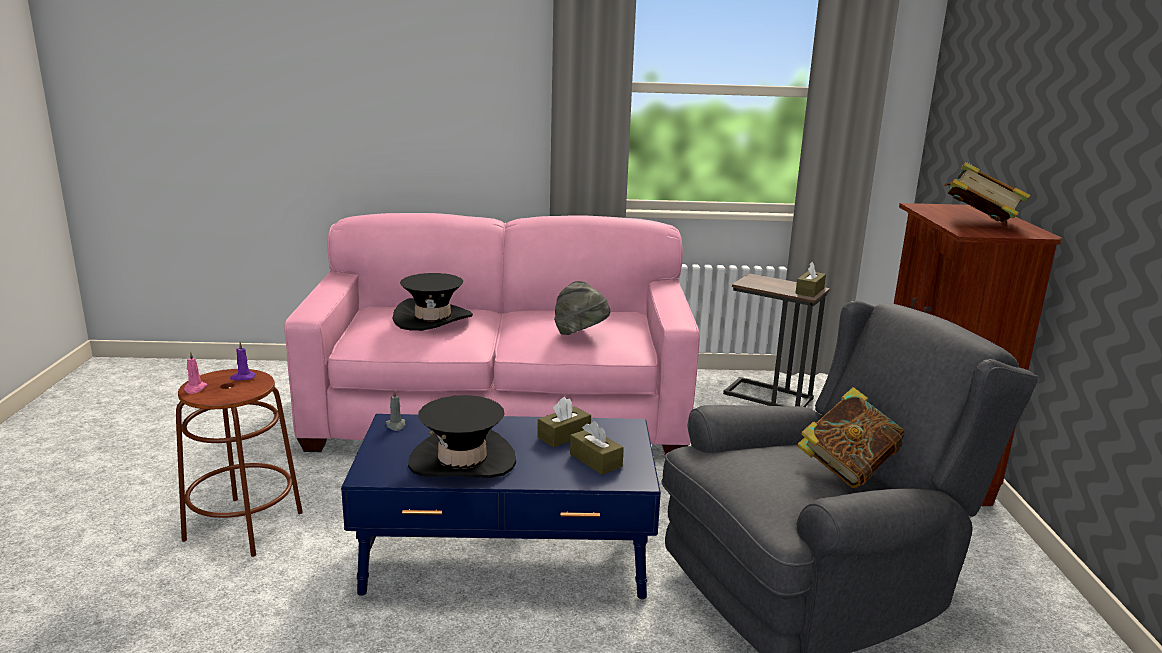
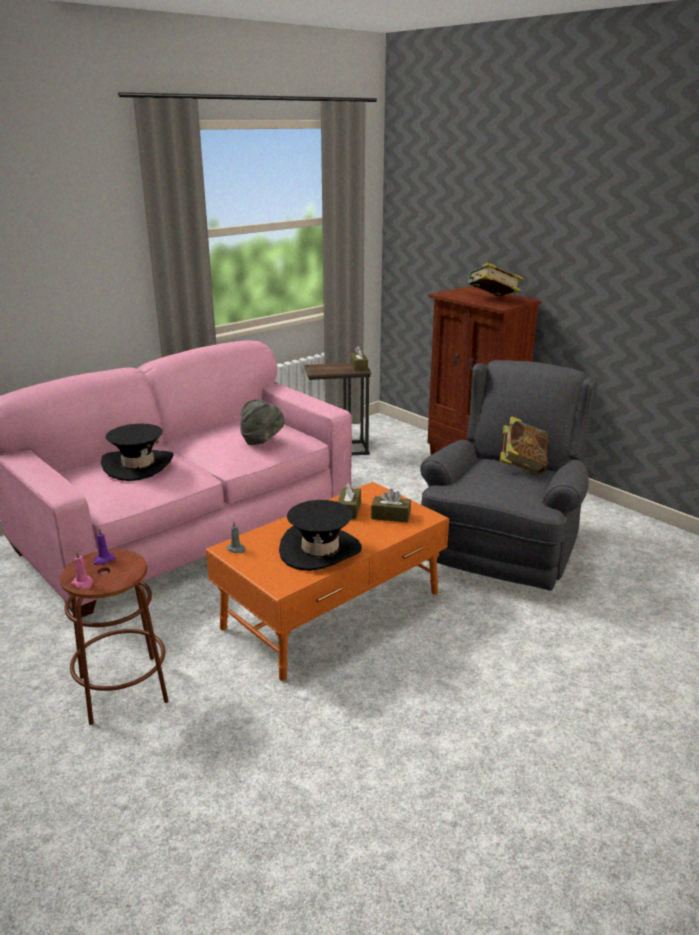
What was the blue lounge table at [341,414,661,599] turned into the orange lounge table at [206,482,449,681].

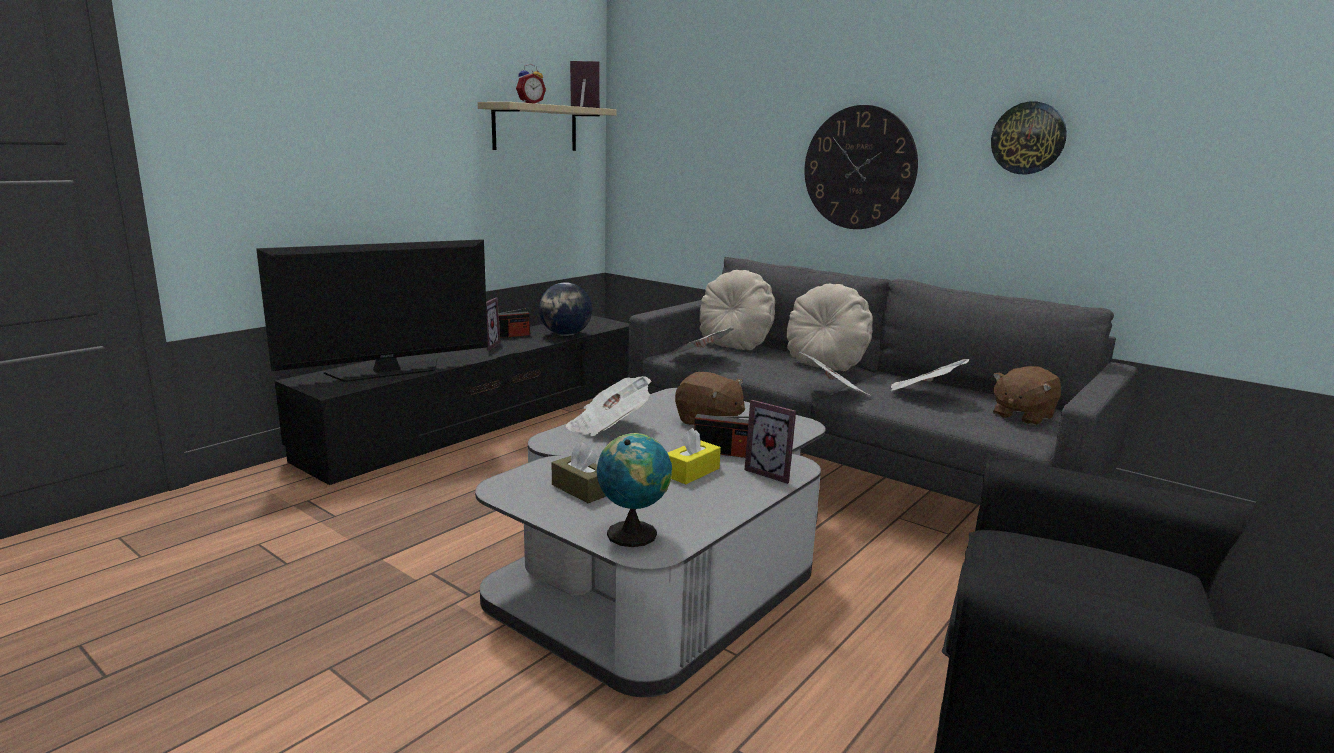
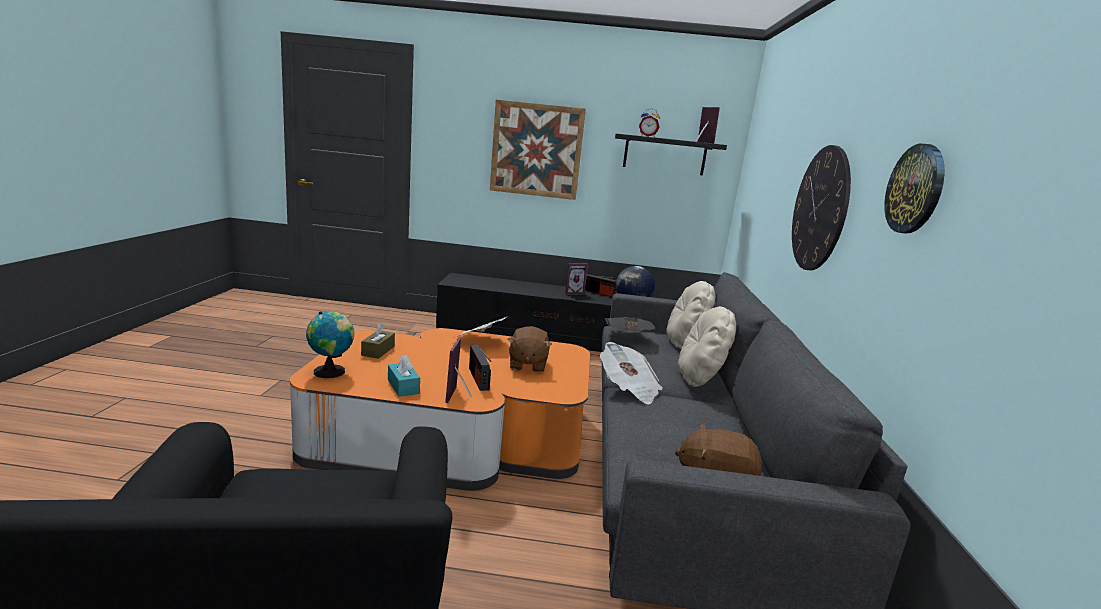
What was the beige-coloured bracket shelf at [478,102,617,151] turned into the blackish bracket shelf at [615,134,727,176].
The second view lost the TV at [256,239,488,382].
The second view lost the daily paper at [891,359,969,391].
What was the greyish lounge table at [475,388,826,697] turned into the orange lounge table at [290,328,590,491].
The second view lost the yellowish tissue box at [668,428,721,484].
The second view gained the wall art at [490,100,586,200].
The second view gained the blue-green tissue box at [388,355,420,397].

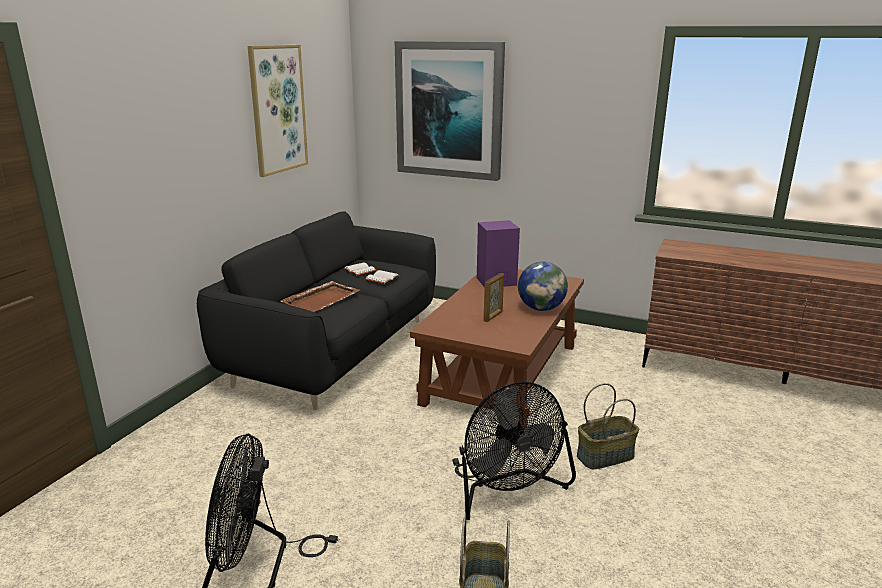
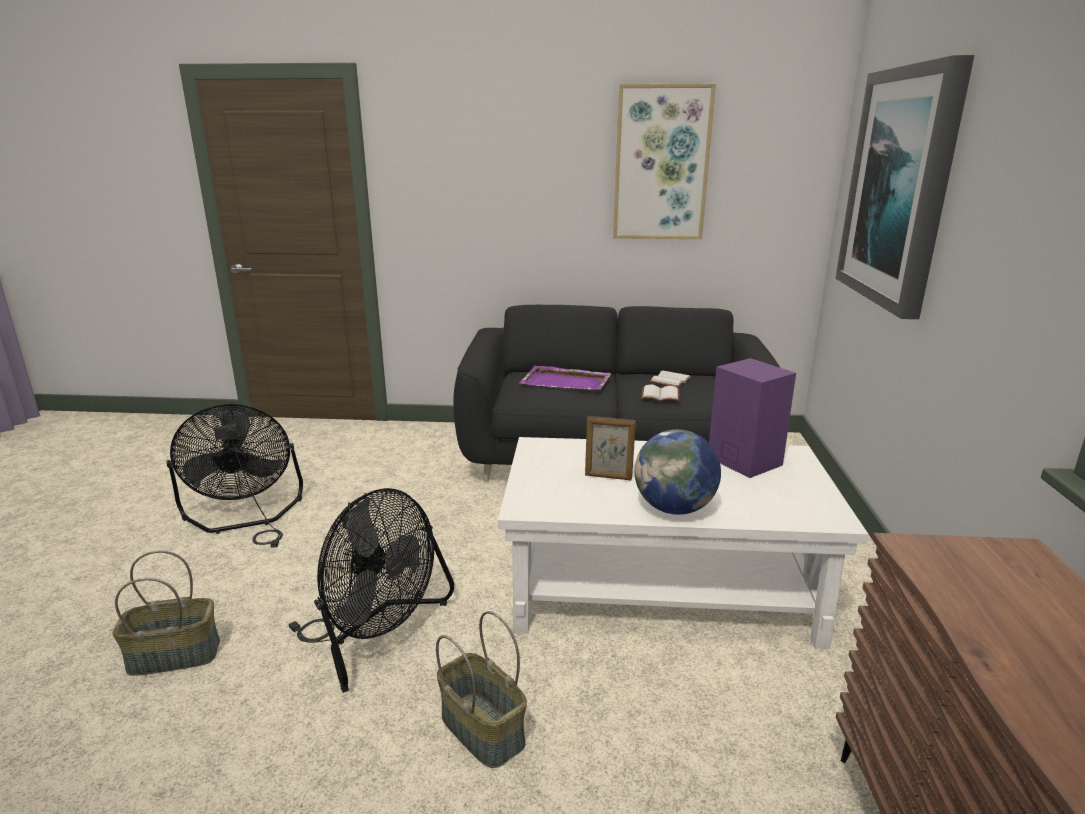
What was the brownish lounge table at [410,269,584,429] turned into the white-coloured lounge table at [498,437,869,649].
What was the brownish tray at [280,281,360,312] turned into the purplish tray at [519,366,611,390].
The blackish cooling fan at [453,382,576,520] ended up facing another way, 105 degrees counterclockwise from before.

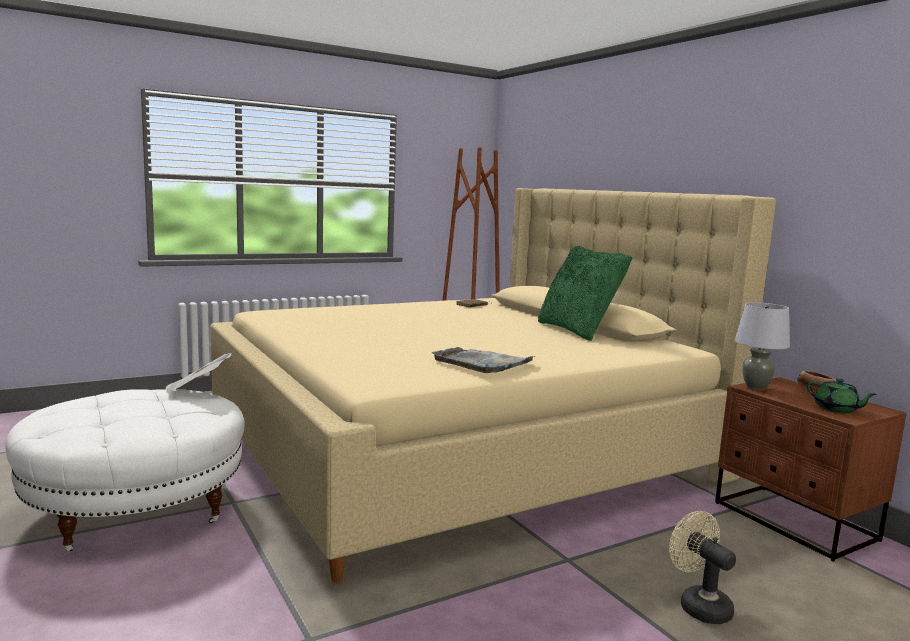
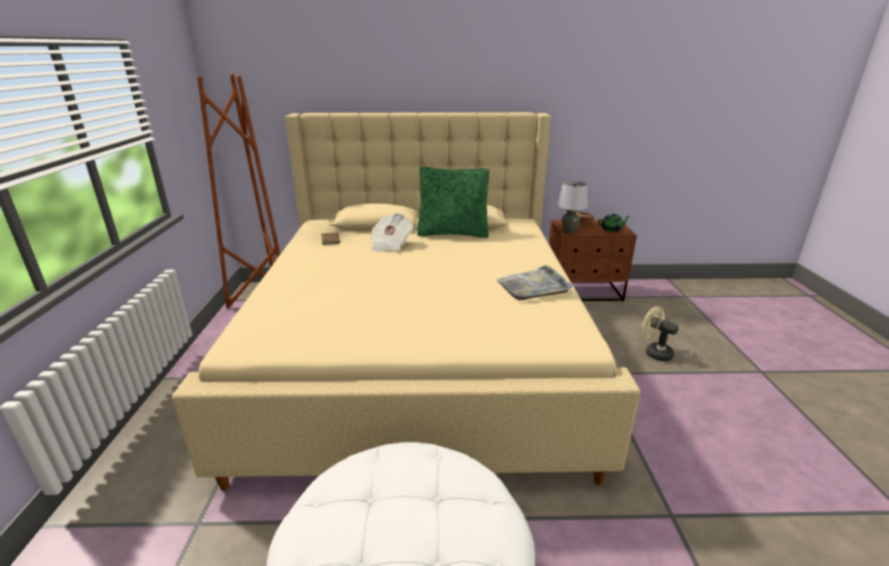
The daily paper ended up elsewhere, having gone from [166,353,232,393] to [370,213,414,252].
The beige-coloured cooling fan at [669,511,736,624] ended up facing another way, 45 degrees clockwise from before.

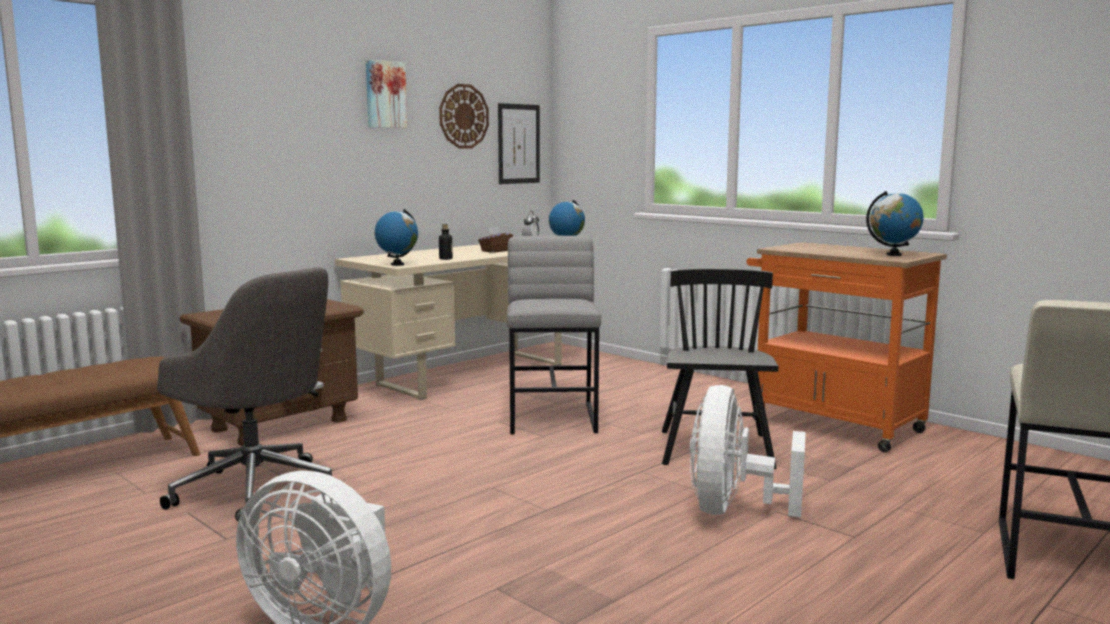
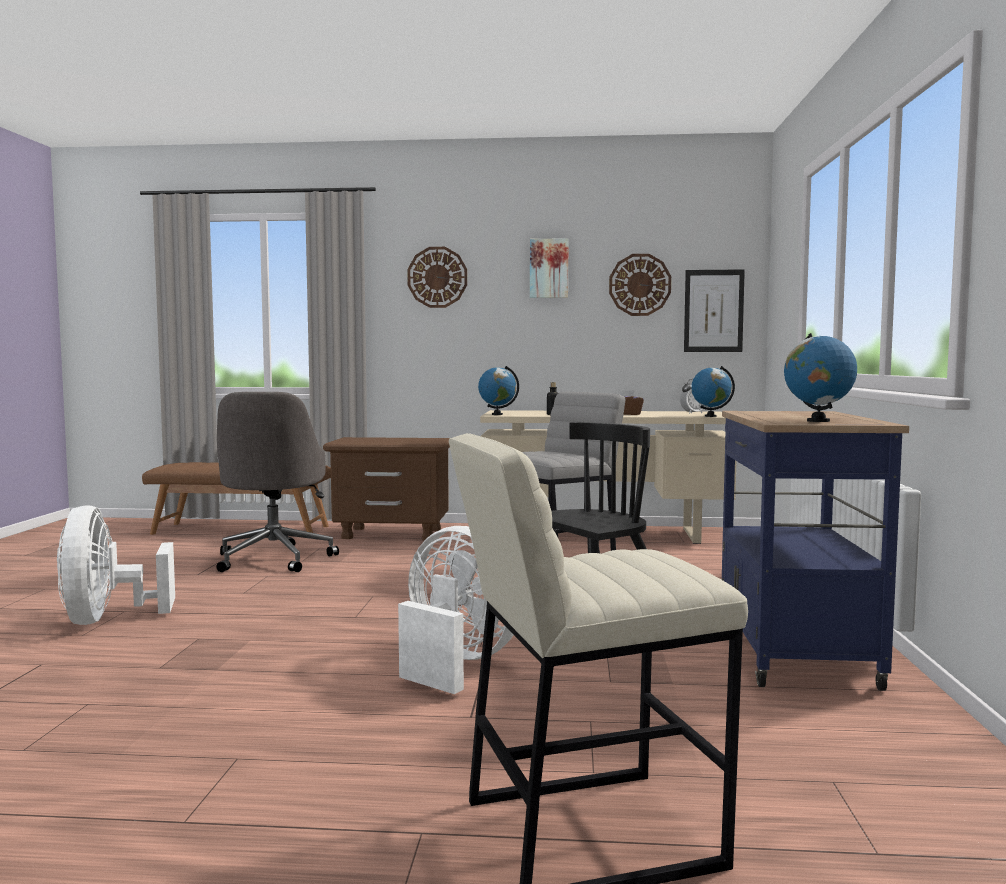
What was the orange wheeled cart at [746,242,947,452] turned into the blue wheeled cart at [722,411,909,691].
The white-coloured cooling fan at [690,385,806,517] ended up facing another way, 60 degrees clockwise from before.
The second view gained the hanging clock at [407,247,467,308].

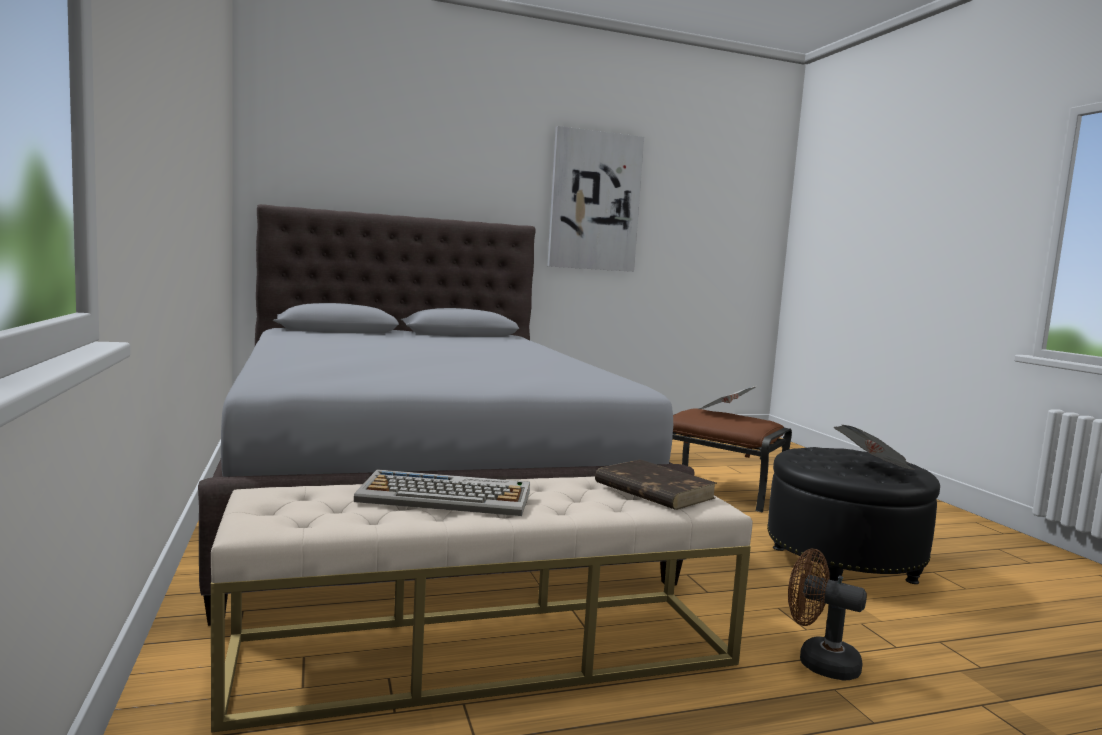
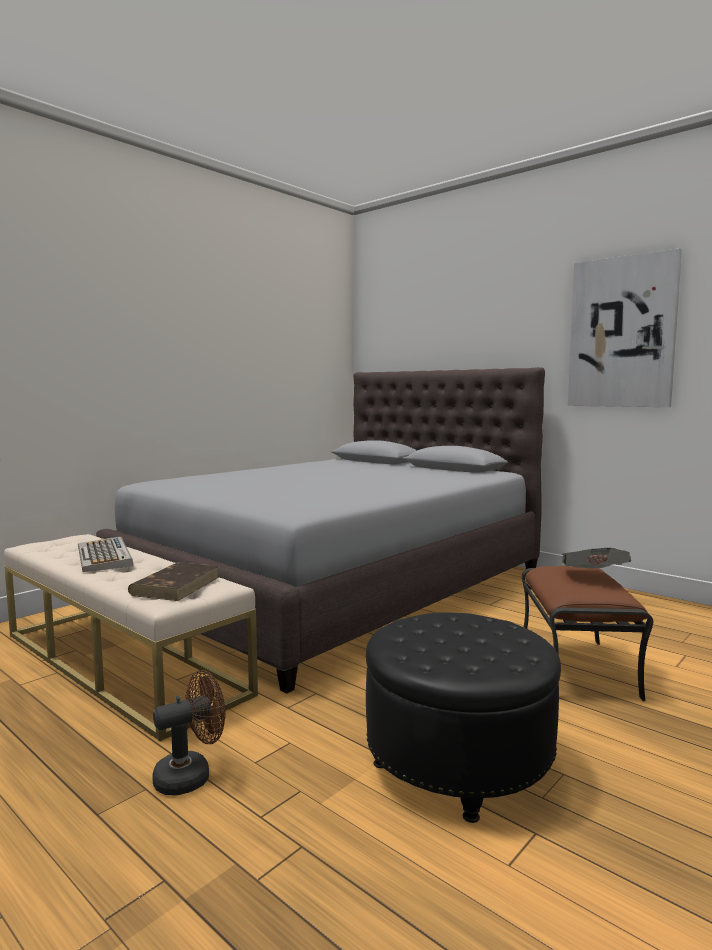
The second view lost the daily paper at [834,425,914,469].
The brownish cooling fan at [788,549,867,681] ended up facing another way, 60 degrees clockwise from before.

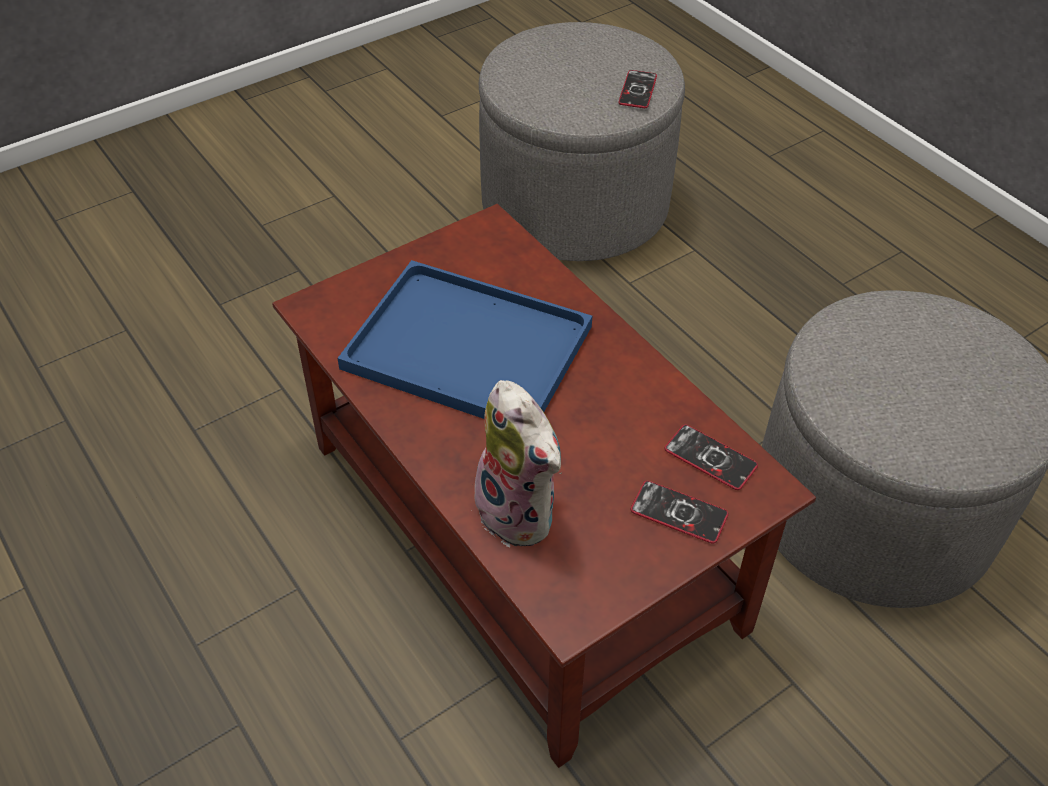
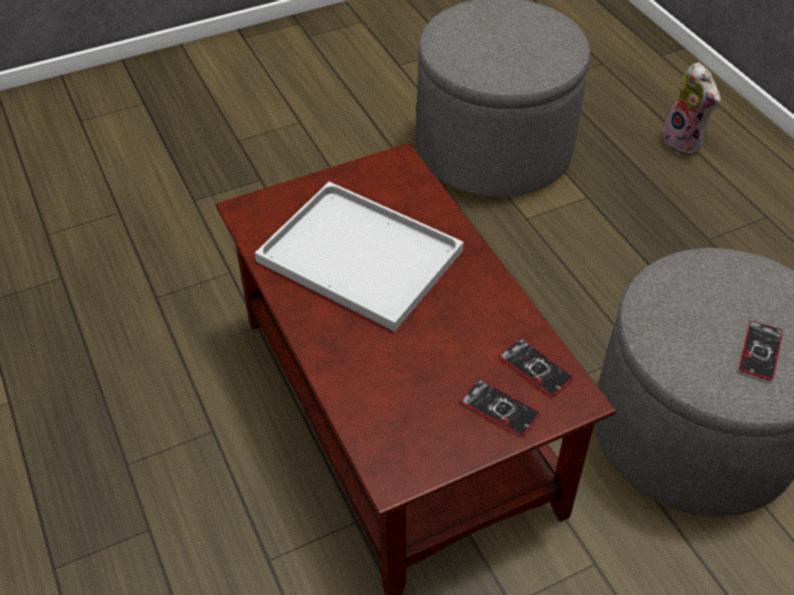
The telephone ended up elsewhere, having gone from [618,70,657,108] to [739,321,783,380].
What was the blue tray at [337,260,592,419] turned into the white-coloured tray at [255,182,464,331].
The soft toy ended up elsewhere, having gone from [471,380,561,547] to [662,62,721,155].

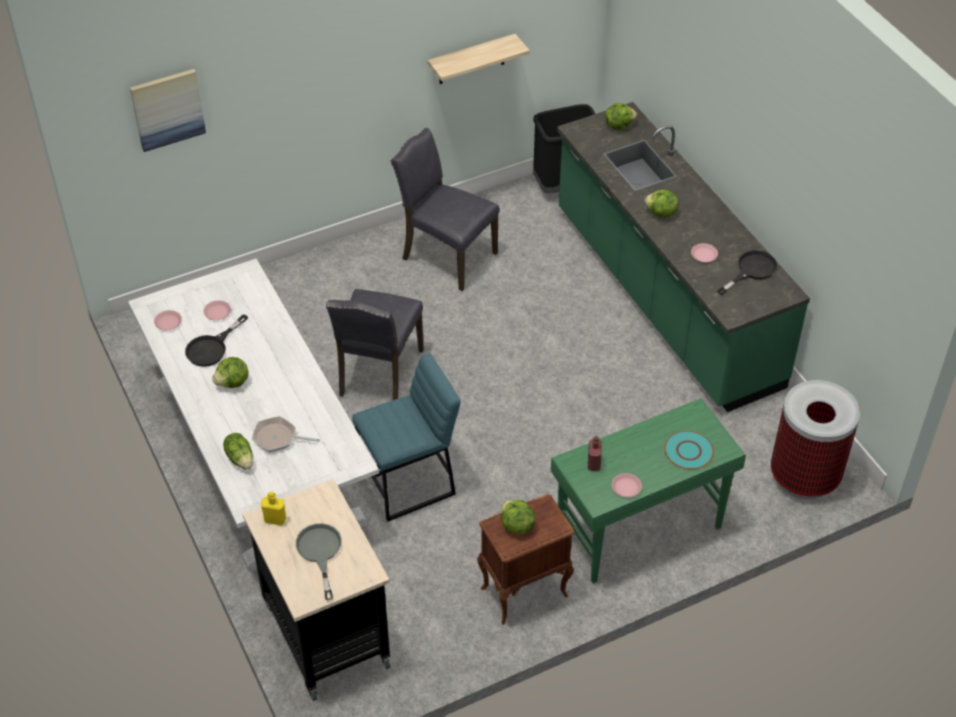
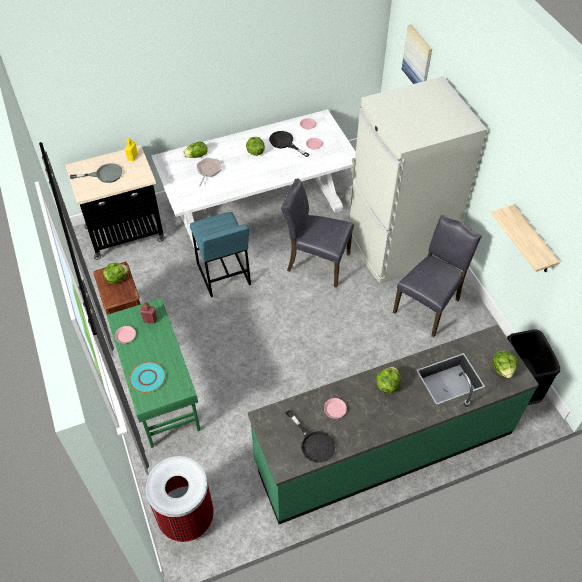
The second view gained the white-coloured refrigerator at [348,76,488,283].

